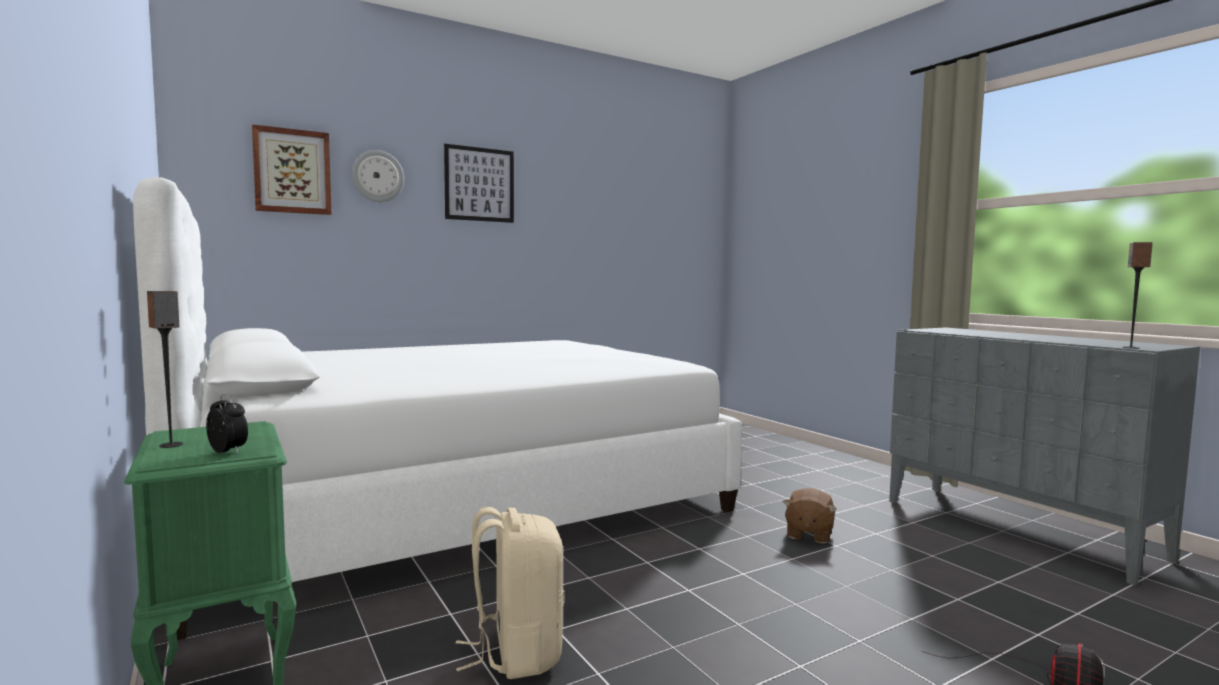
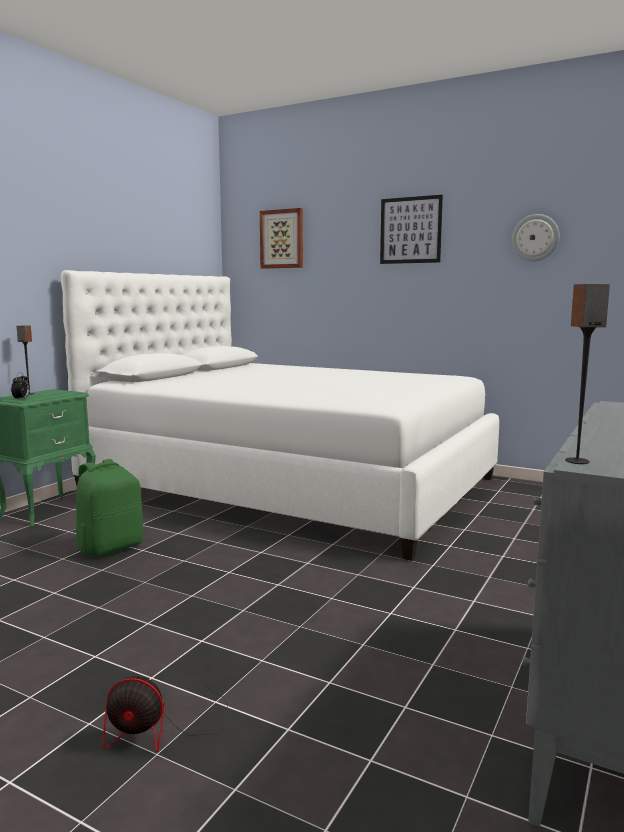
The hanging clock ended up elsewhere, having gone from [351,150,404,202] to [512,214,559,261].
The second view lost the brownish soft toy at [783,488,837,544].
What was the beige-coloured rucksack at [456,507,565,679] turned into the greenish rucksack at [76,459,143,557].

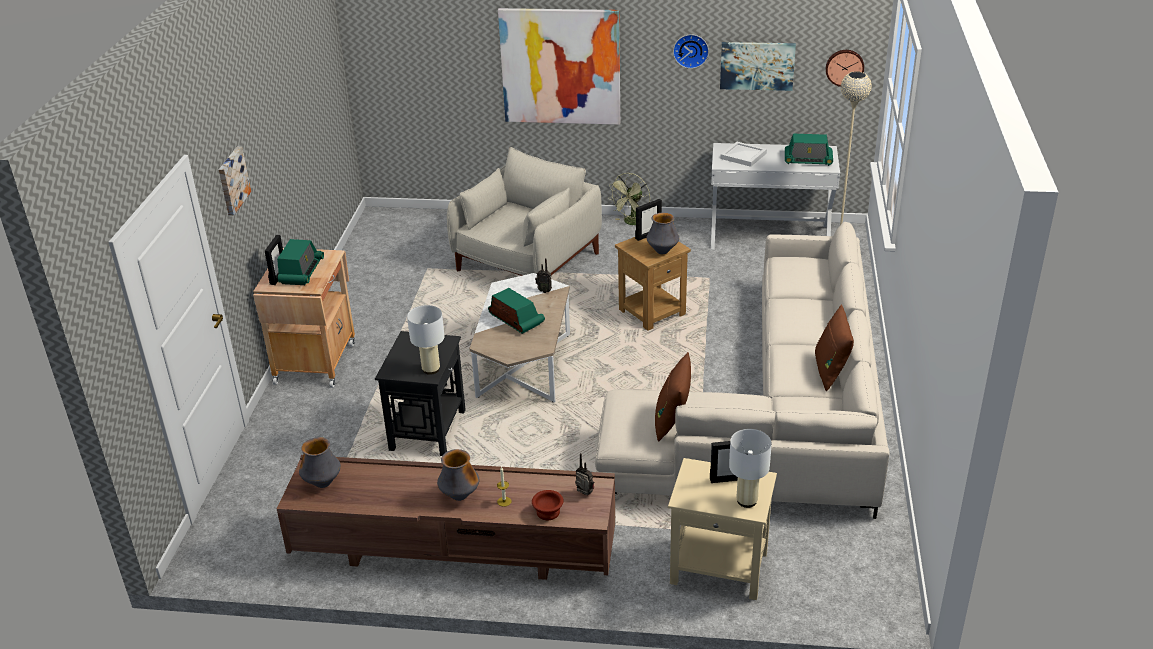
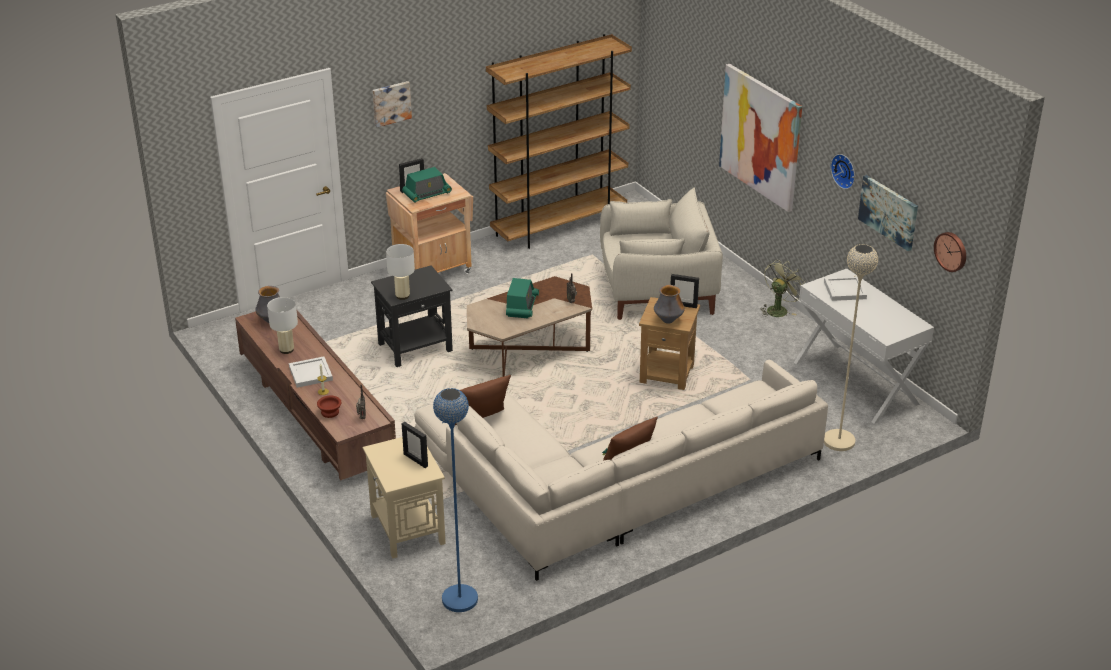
The second view lost the radio set at [785,134,833,166].
The greenish cooling fan at [608,173,650,225] ended up facing another way, 135 degrees clockwise from before.
What was the white-coloured lounge table at [469,273,570,402] turned into the brownish lounge table at [467,276,592,377].
The white-coloured lamp for a table ended up elsewhere, having gone from [729,429,771,508] to [267,297,298,354].
Where the vase stood at [437,449,479,501], the white-coloured tray came to stand at [289,356,333,388].
The second view gained the brownish bookcase at [486,34,632,249].
The second view gained the blue floor lamp at [433,388,478,612].

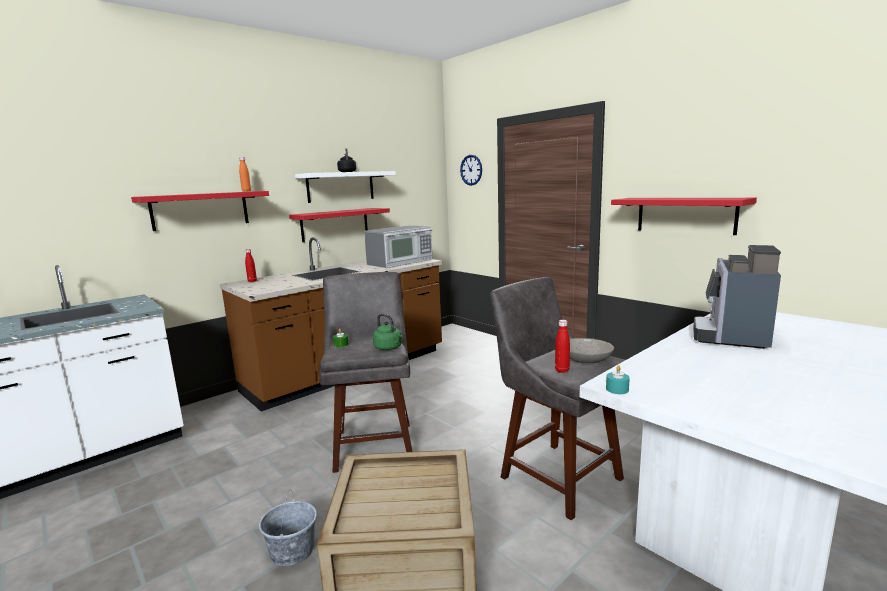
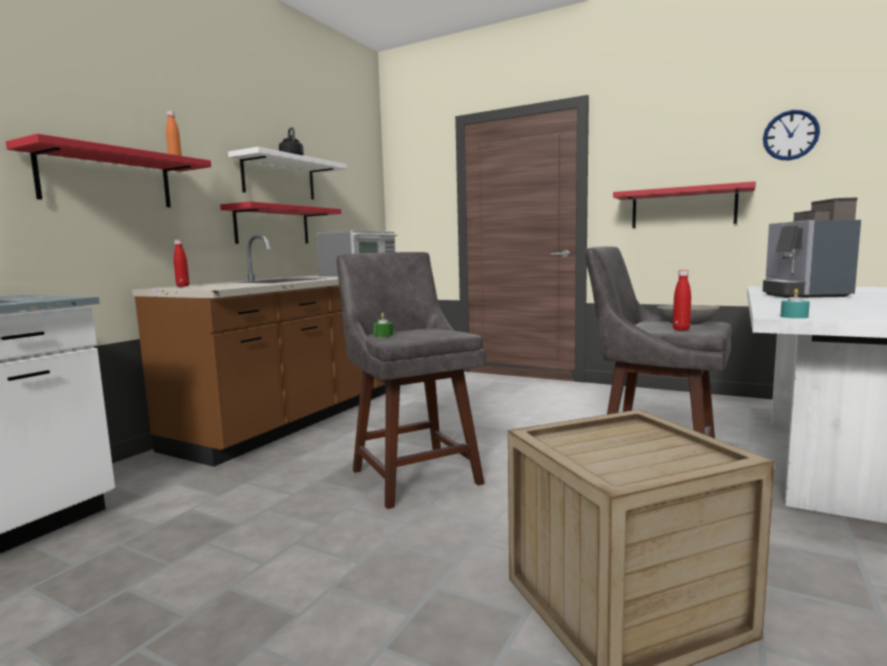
The hanging clock ended up elsewhere, having gone from [460,155,482,186] to [763,110,820,161].
The second view lost the greenish tea kettle at [373,313,402,350].
The second view lost the greyish water bucket at [259,489,317,566].

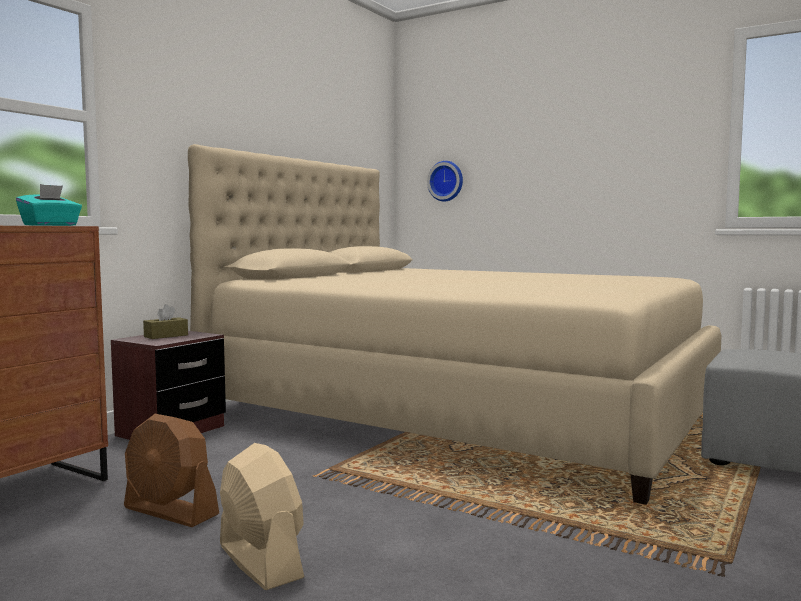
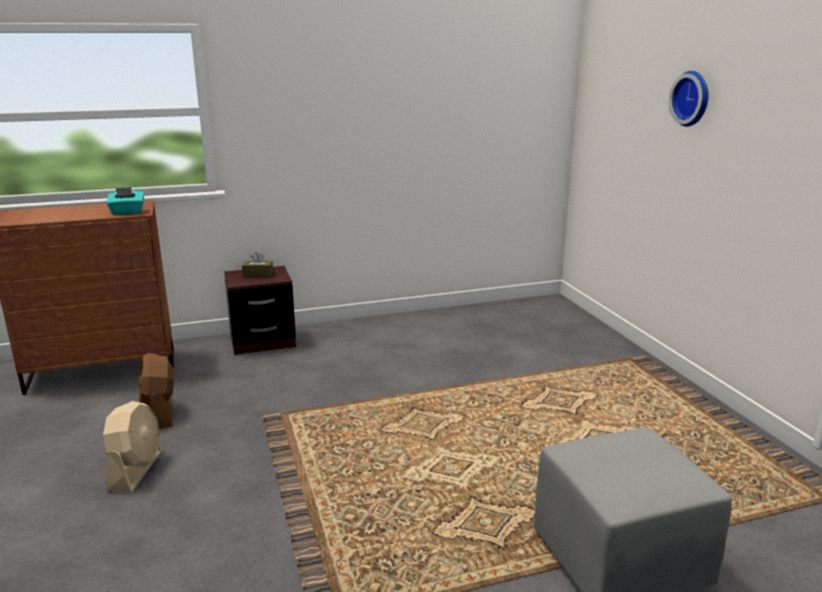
The second view lost the beige-coloured bedroom bed at [188,144,721,505].
The hanging clock ended up elsewhere, having gone from [427,161,463,202] to [669,71,709,127].

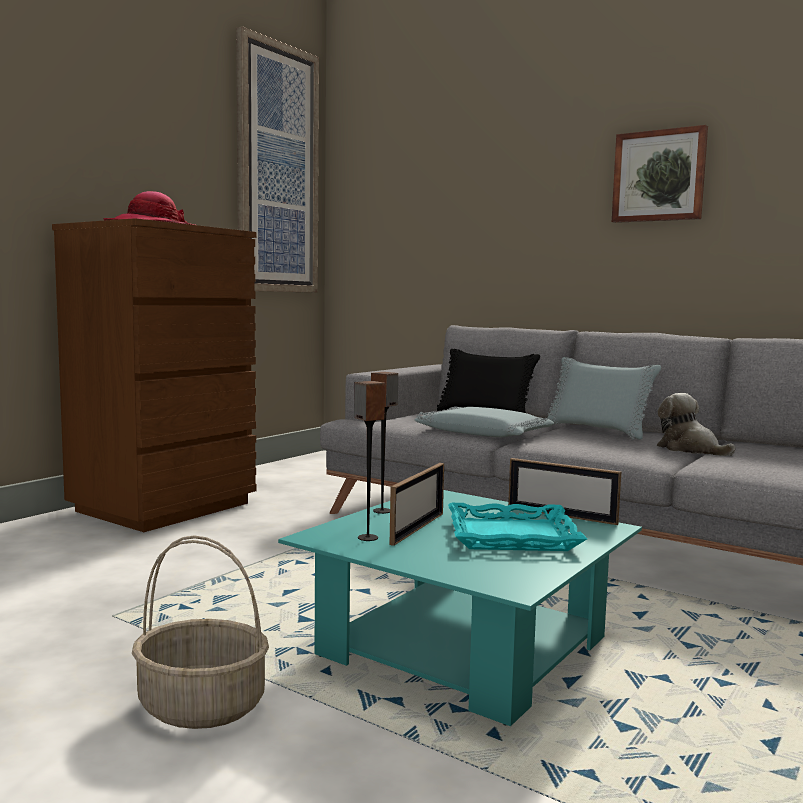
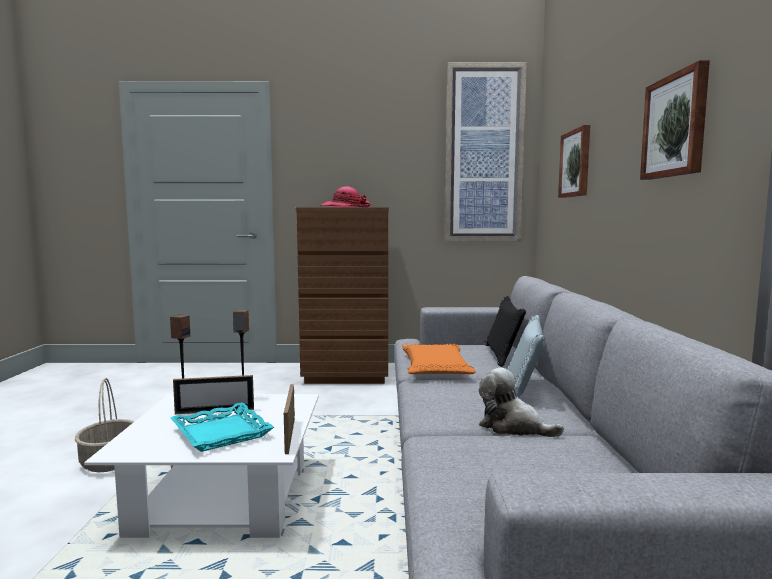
The soft toy at [657,393,736,456] ended up facing another way, 75 degrees counterclockwise from before.
What was the blue cushion at [415,406,554,437] turned into the orange cushion at [402,343,476,374].
What was the blue-green lounge table at [278,490,642,726] turned into the white-coloured lounge table at [84,394,319,538].
The second view gained the wall art at [558,125,590,198].

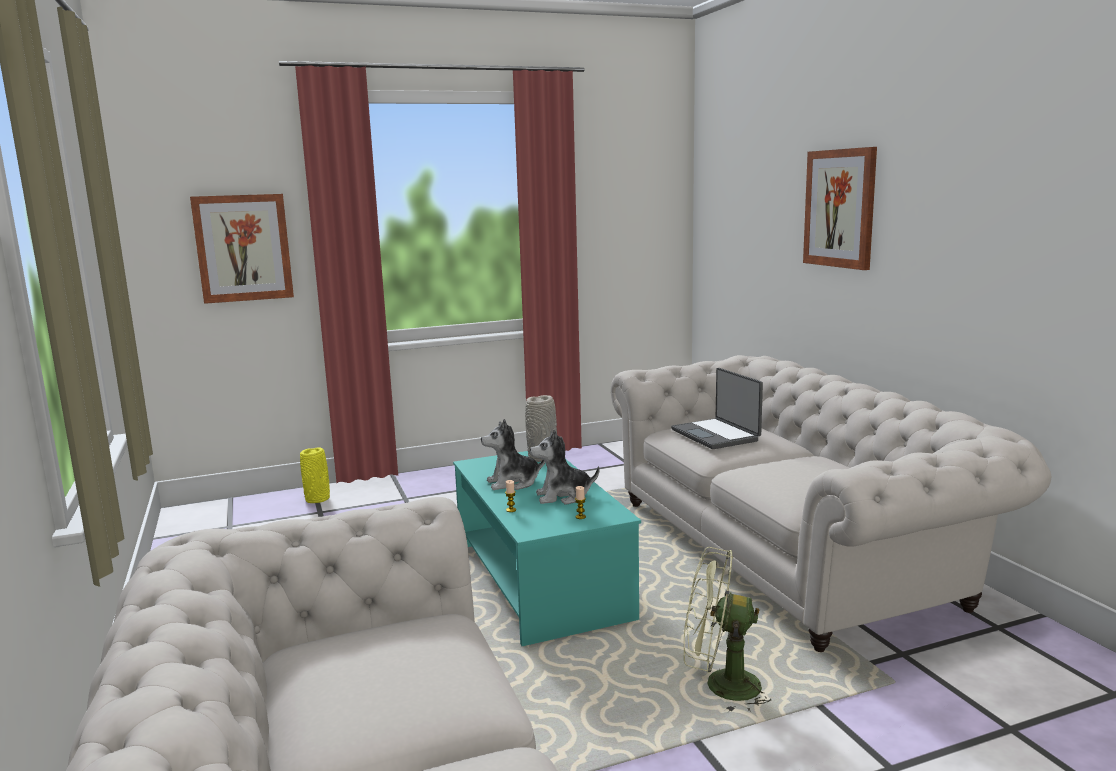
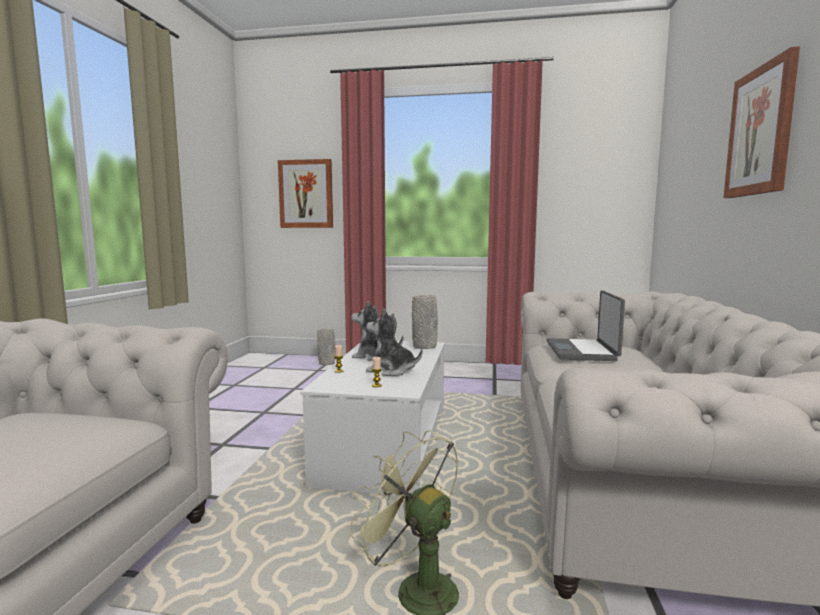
What was the yellowish vase at [300,448,330,503] turned into the greyish vase at [317,328,335,365].
What was the blue-green lounge table at [453,451,641,646] turned into the white-coloured lounge table at [300,341,445,496].

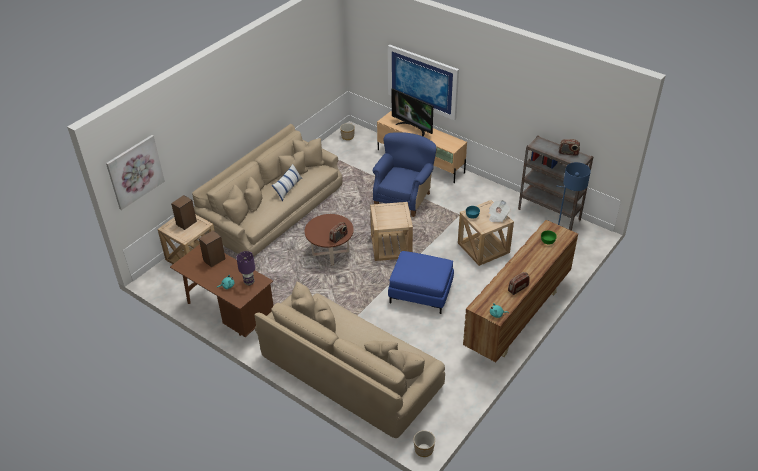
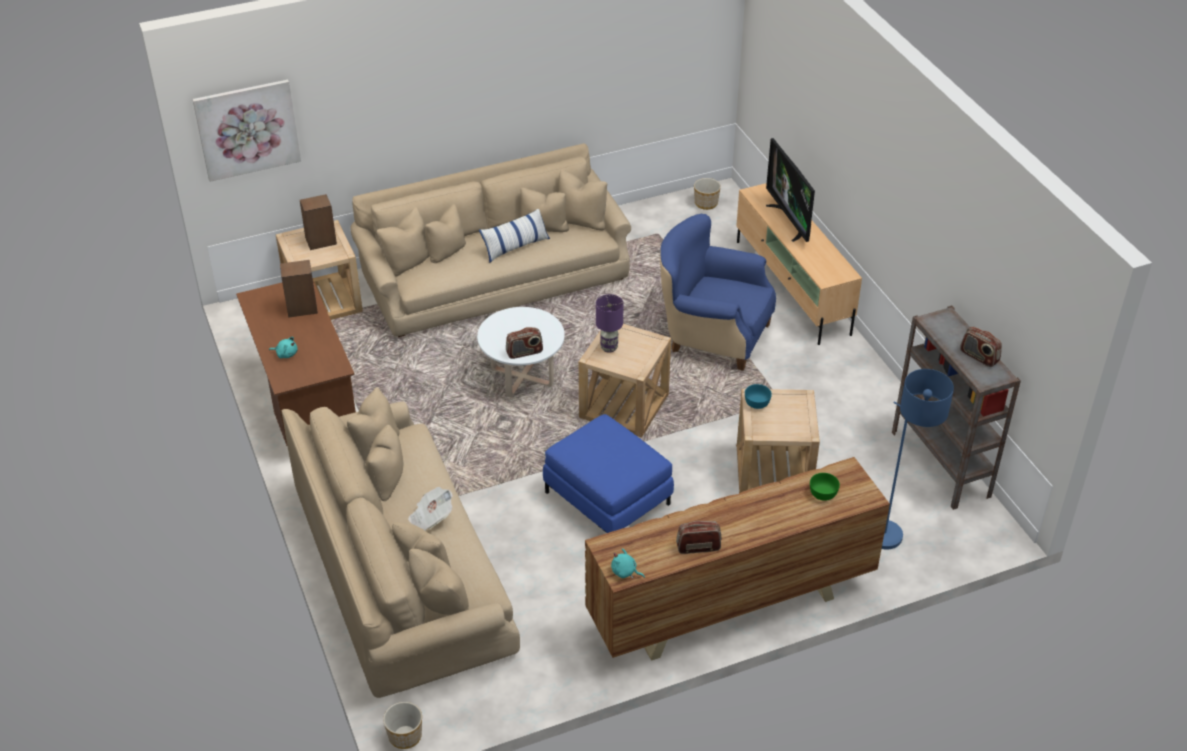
The second view lost the wall art at [388,45,459,120].
The blue armchair at [373,132,437,217] ended up facing another way, 120 degrees counterclockwise from before.
The daily paper ended up elsewhere, having gone from [489,200,511,223] to [408,487,453,531].
What was the brownish lounge table at [305,214,354,266] turned into the white-coloured lounge table at [477,307,565,398].
The purplish lamp for a table ended up elsewhere, having gone from [236,251,255,286] to [596,294,624,353].

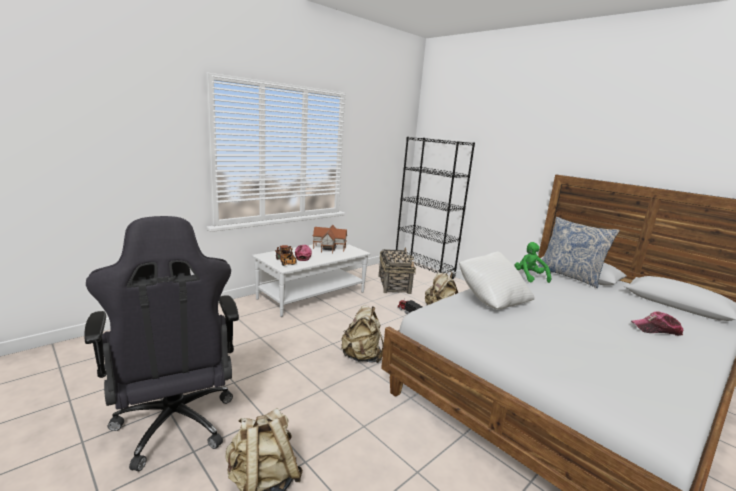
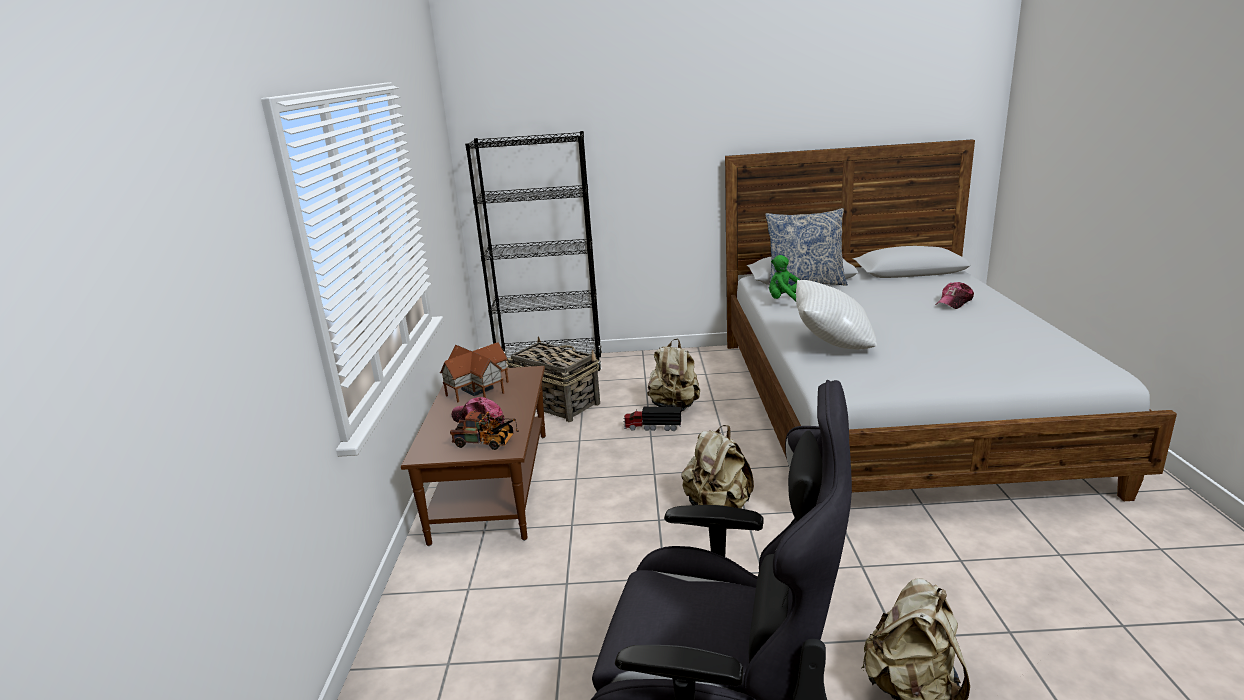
What was the white-coloured lounge table at [252,243,371,317] turned into the brownish lounge table at [401,366,546,546].

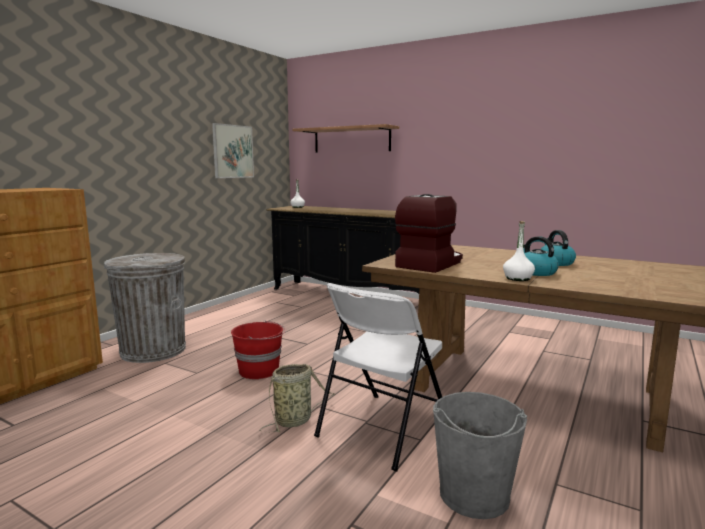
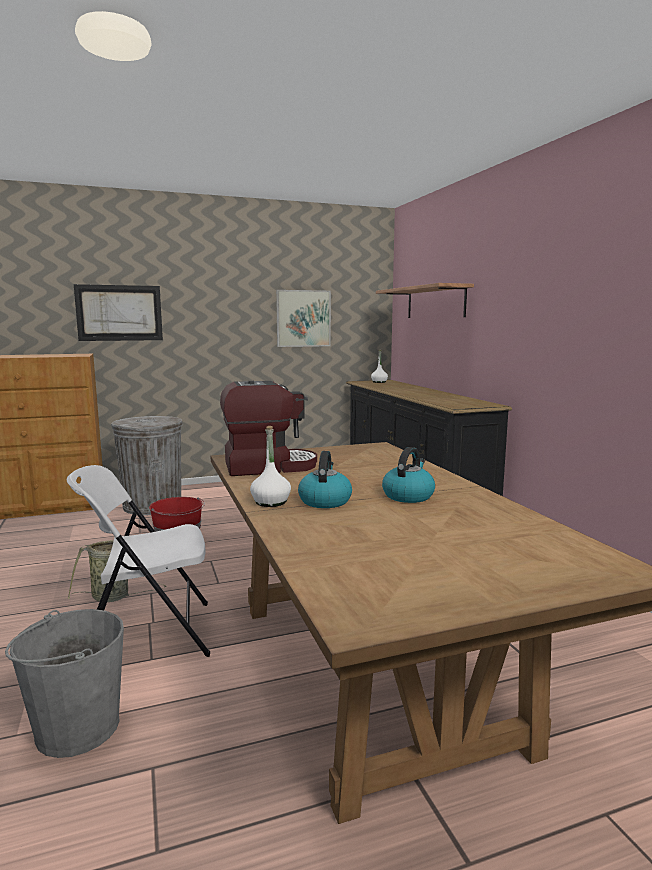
The second view gained the wall art at [74,284,163,341].

